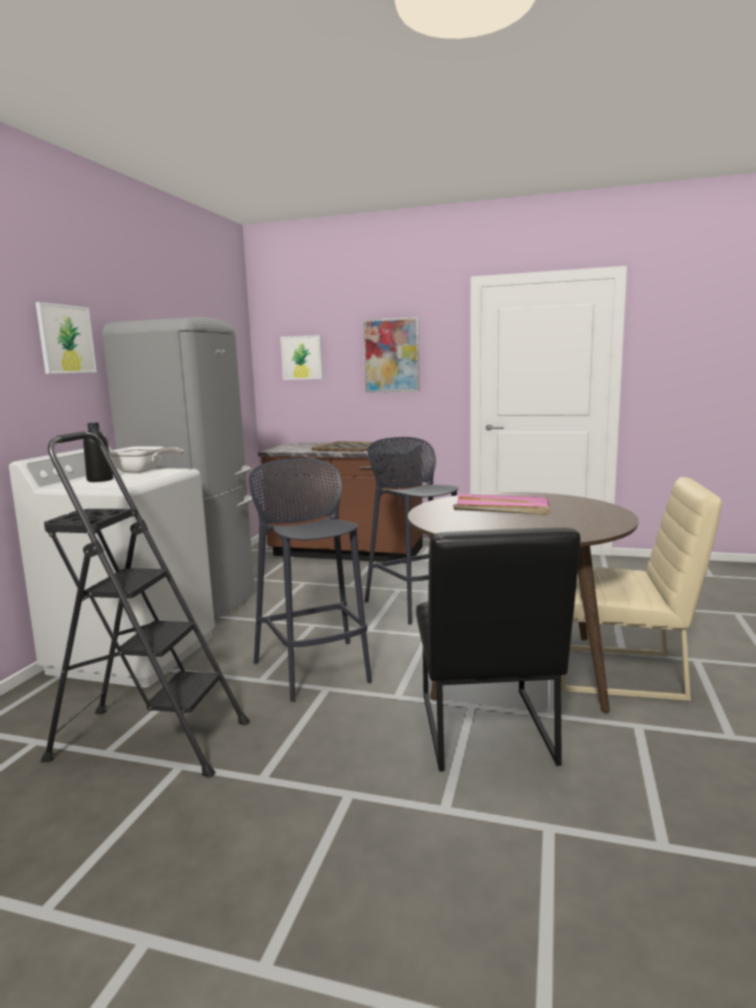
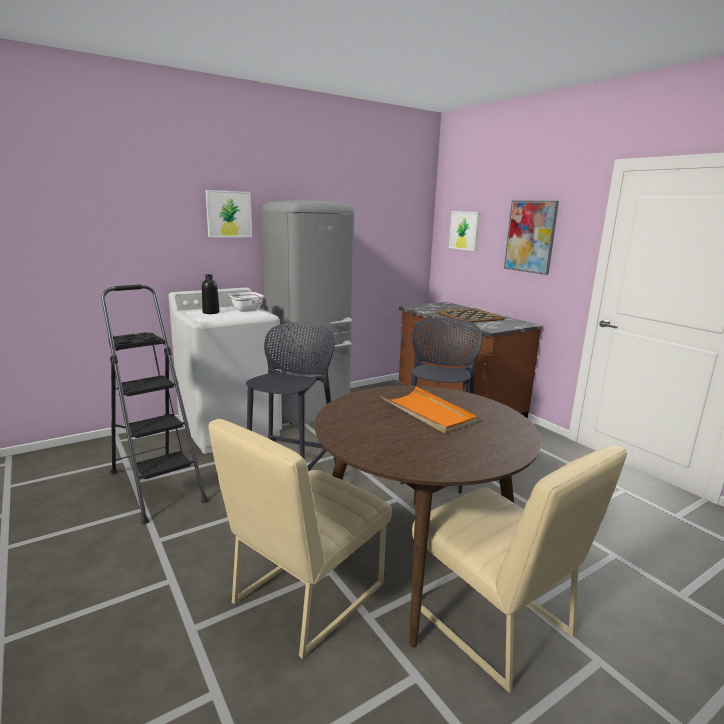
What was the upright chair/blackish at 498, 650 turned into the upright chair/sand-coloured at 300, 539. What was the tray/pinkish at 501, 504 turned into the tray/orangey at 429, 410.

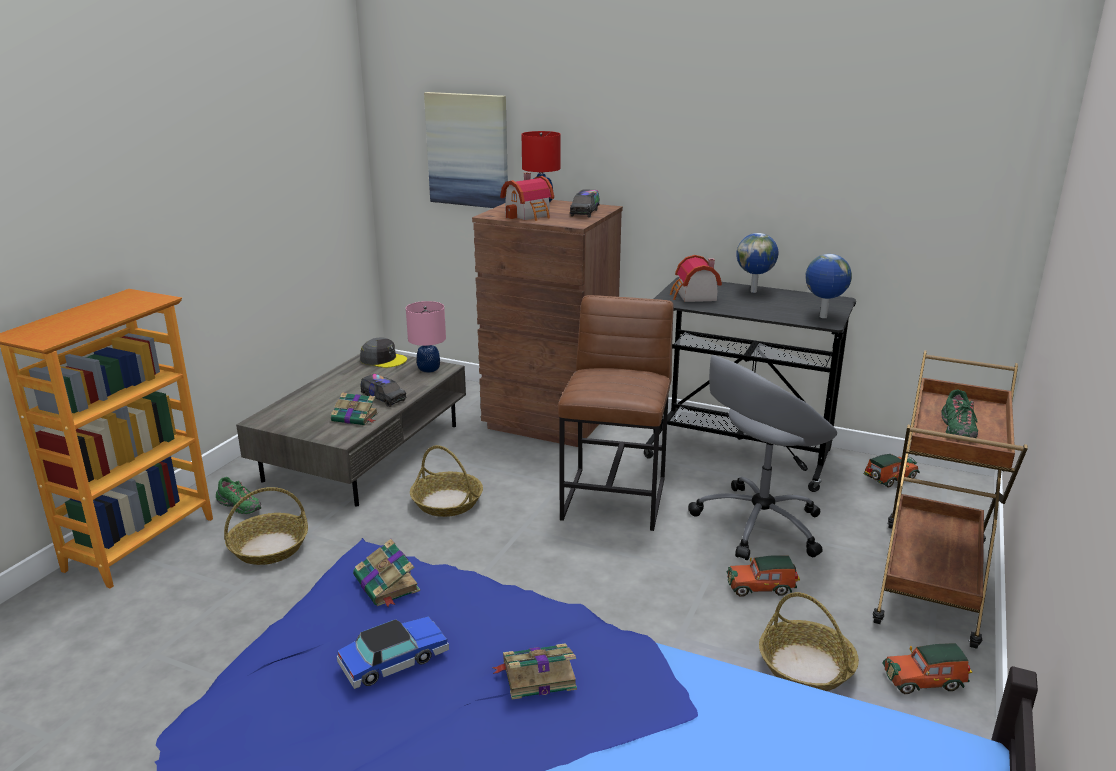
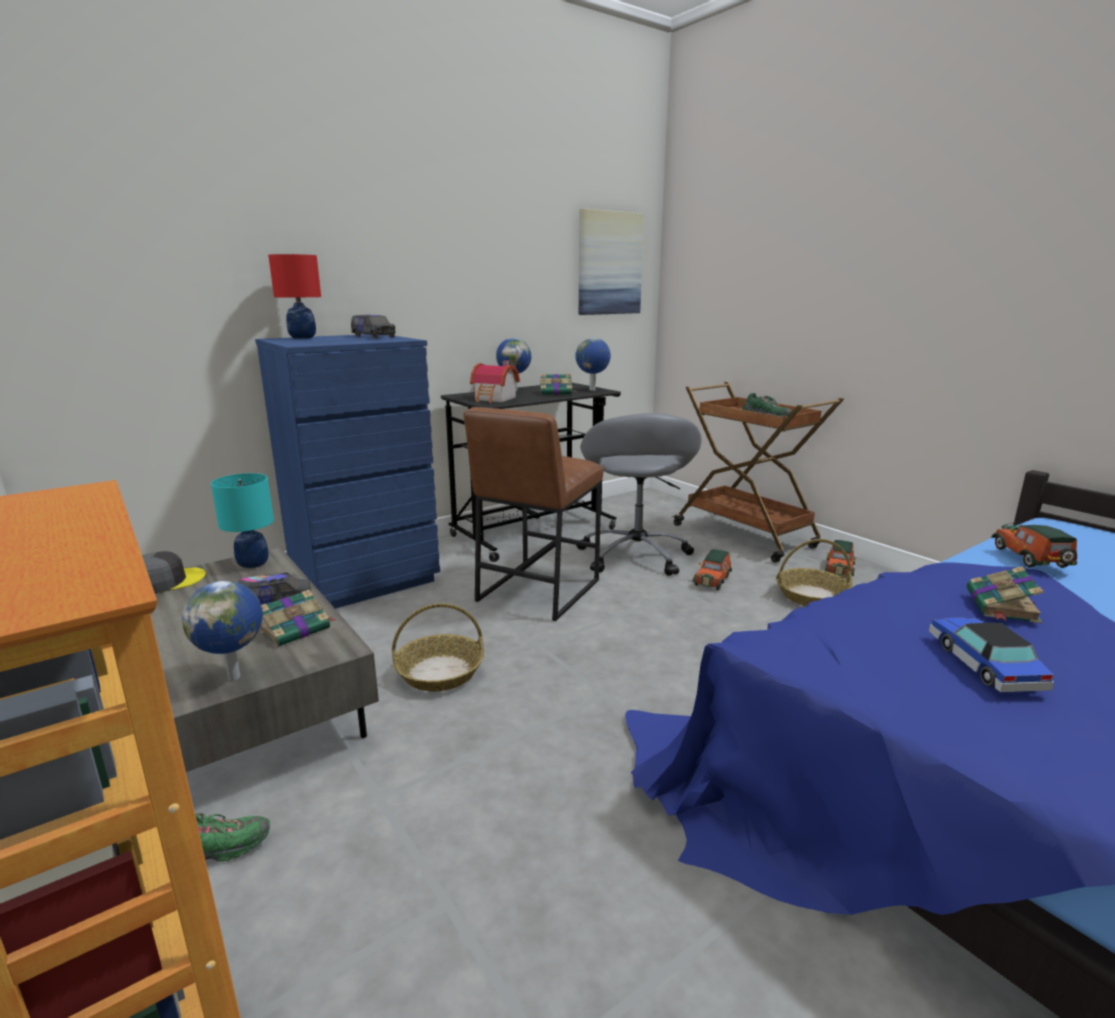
The second view gained the globe at 222, 631. What was the lamp for a table/pinkish at 426, 337 turned into the lamp for a table/turquoise at 242, 520. What was the dresser/brown-coloured at 547, 323 turned into the dresser/bluish at 347, 471. The upright chair/brown-coloured at 616, 413 ended up facing another way, 105 degrees counterclockwise from before. The book ended up elsewhere, having gone from 386, 573 to 559, 384. The wall picture ended up elsewhere, having gone from 466, 150 to 611, 262. The toy car ended up elsewhere, having gone from 892, 471 to 1034, 545. The second view lost the basket at 266, 526. The second view lost the model house at 527, 196.

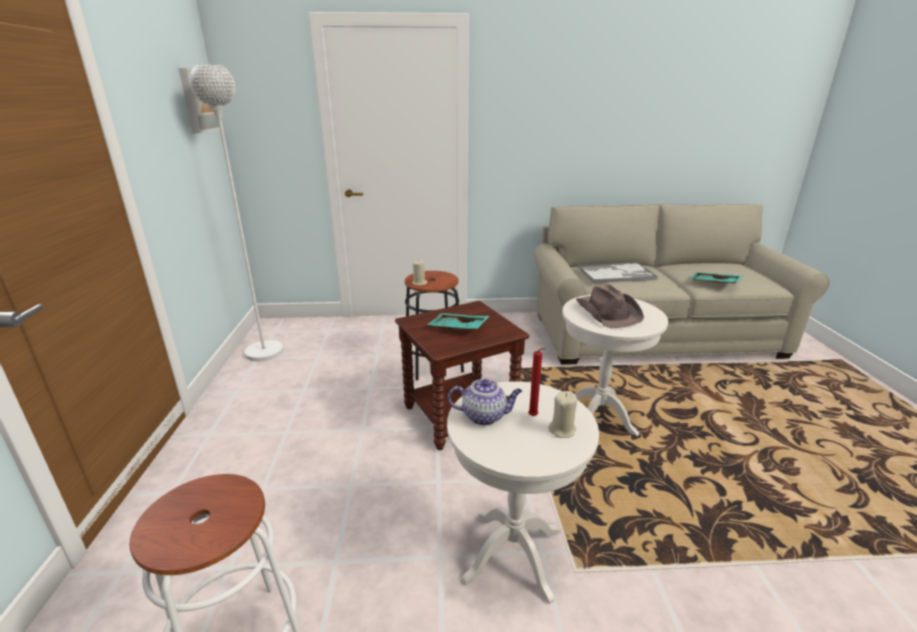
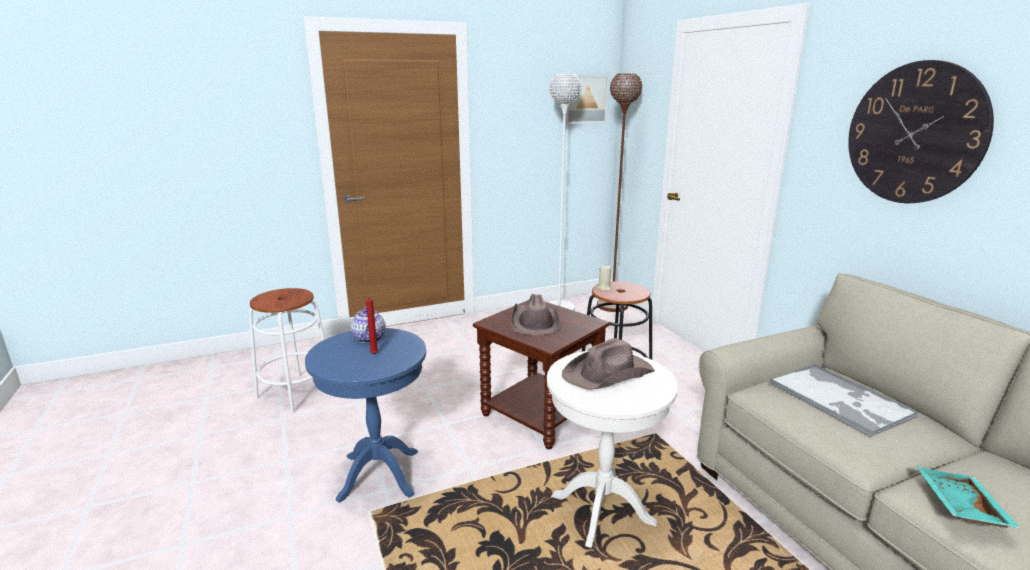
What was the accent table/white at 523, 492 turned into the accent table/bluish at 365, 415. Where the tray/turquoise stood at 458, 321, the hat/brown-coloured came to stand at 535, 314. The second view gained the standard lamp/brown-coloured at 619, 192. The second view gained the hanging clock at 921, 131. The second view lost the wax light/sand-coloured at 562, 414.

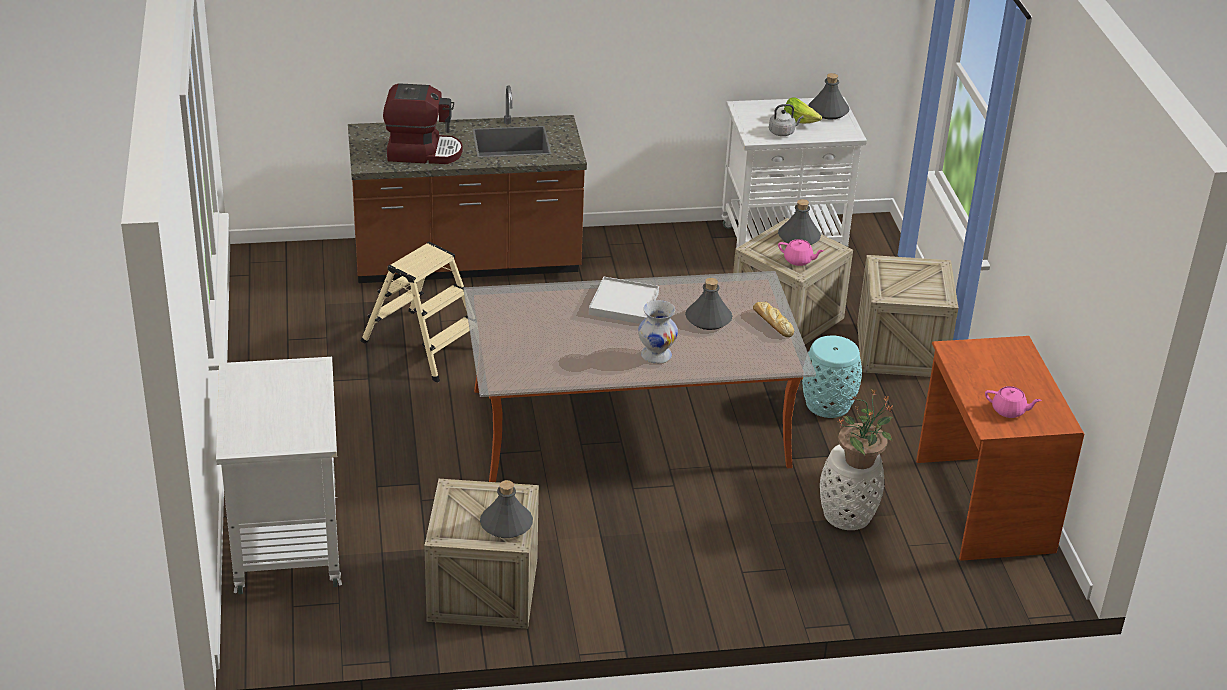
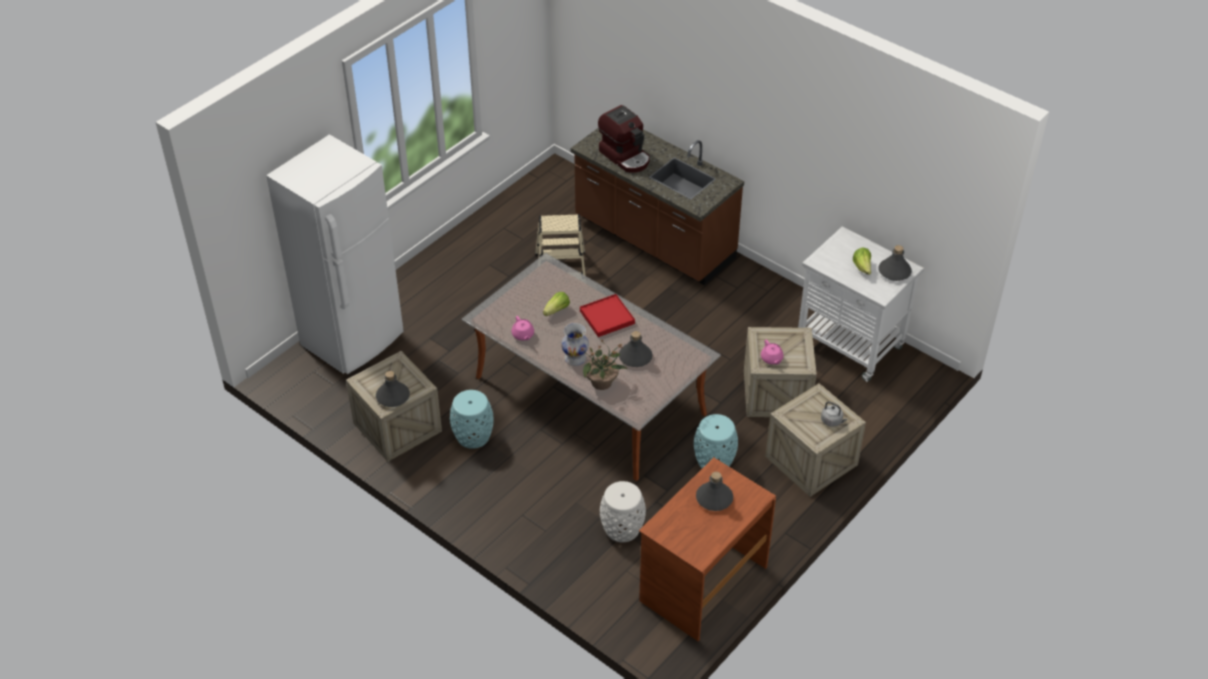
Where the cart/white stood at 279, 475, the fridge/white came to stand at 335, 254. The second view gained the stool/turquoise at 472, 419. The teapot/pinkish ended up elsewhere, having gone from 1013, 402 to 523, 328. The second view gained the lettuce at 556, 304. What was the tray/white at 624, 300 turned into the tray/reddish at 607, 315. The plant in a pot ended up elsewhere, having gone from 865, 429 to 603, 364. The drink bottle/gray ended up elsewhere, having gone from 799, 222 to 714, 491. The kettle/gray ended up elsewhere, having gone from 786, 120 to 834, 414. The second view lost the bakery bread at 773, 319.

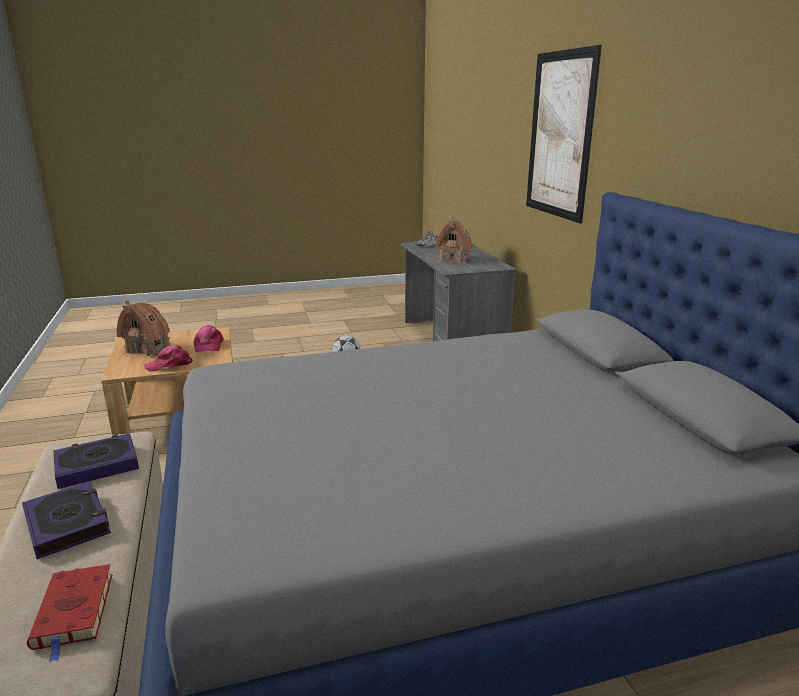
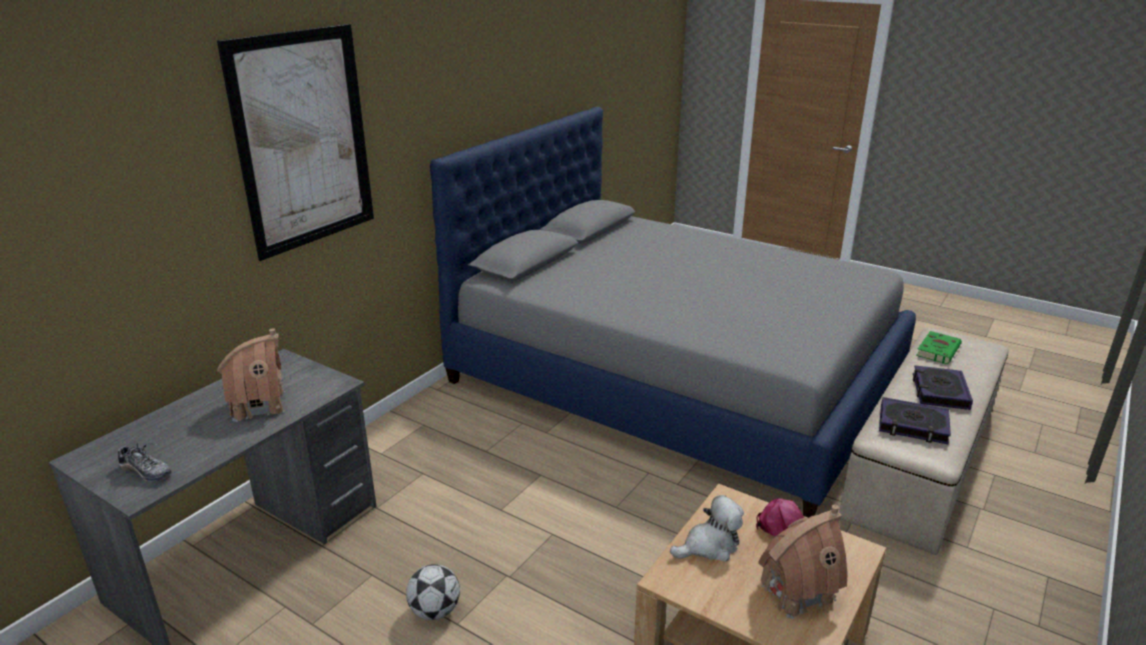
Where the baseball cap/pinkish stood at 208, 338, the cuddly toy came to stand at 707, 528. What was the book/reddish at 69, 613 turned into the book/green at 939, 347.

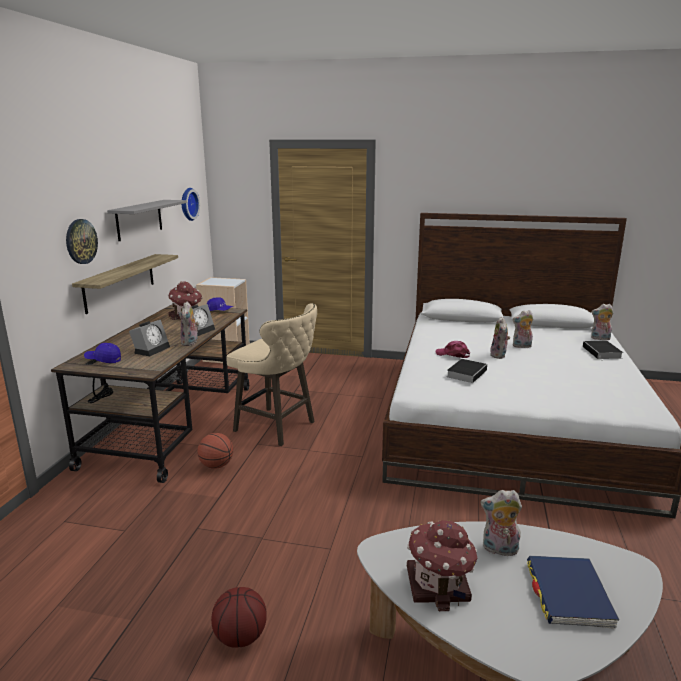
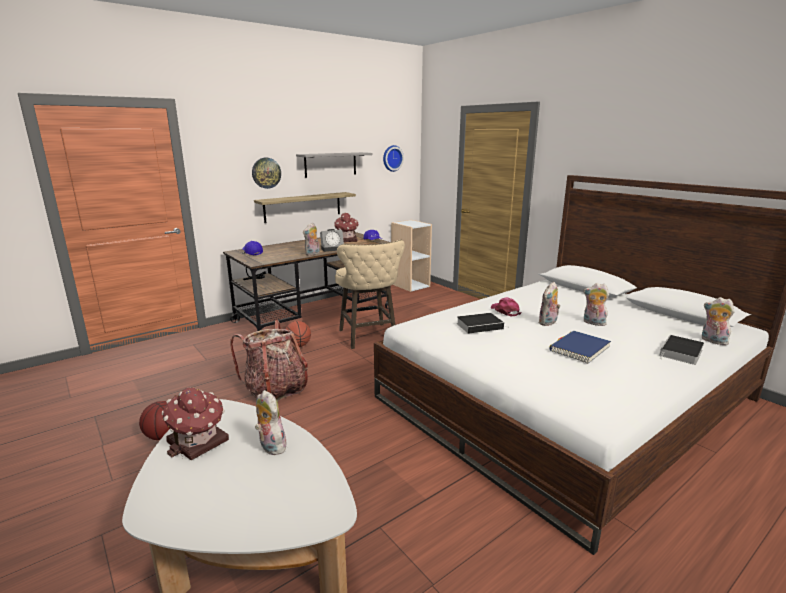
The second view gained the backpack at 269, 361. The book/bluish ended up elsewhere, having gone from 573, 592 to 580, 347. The second view lost the bedside clock at 149, 338.

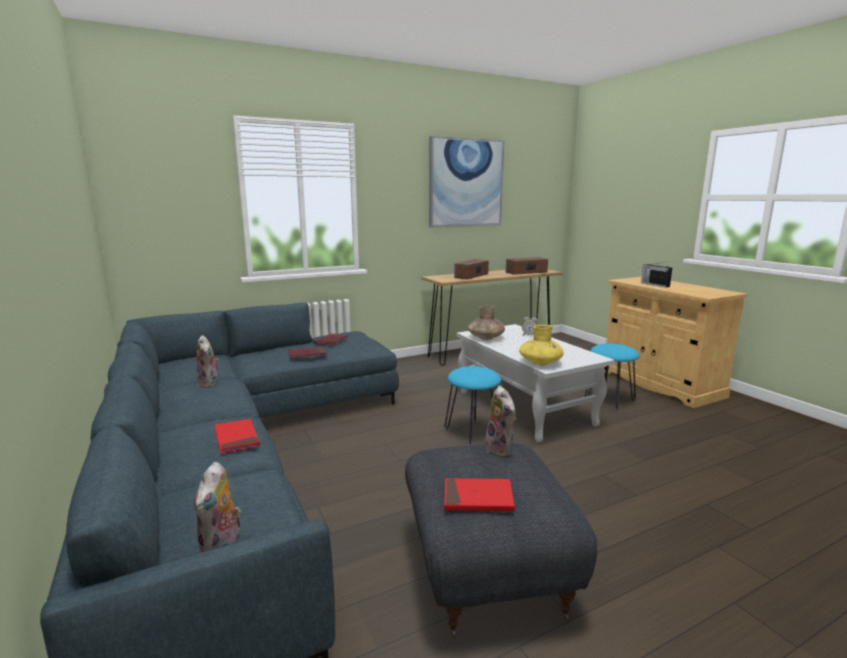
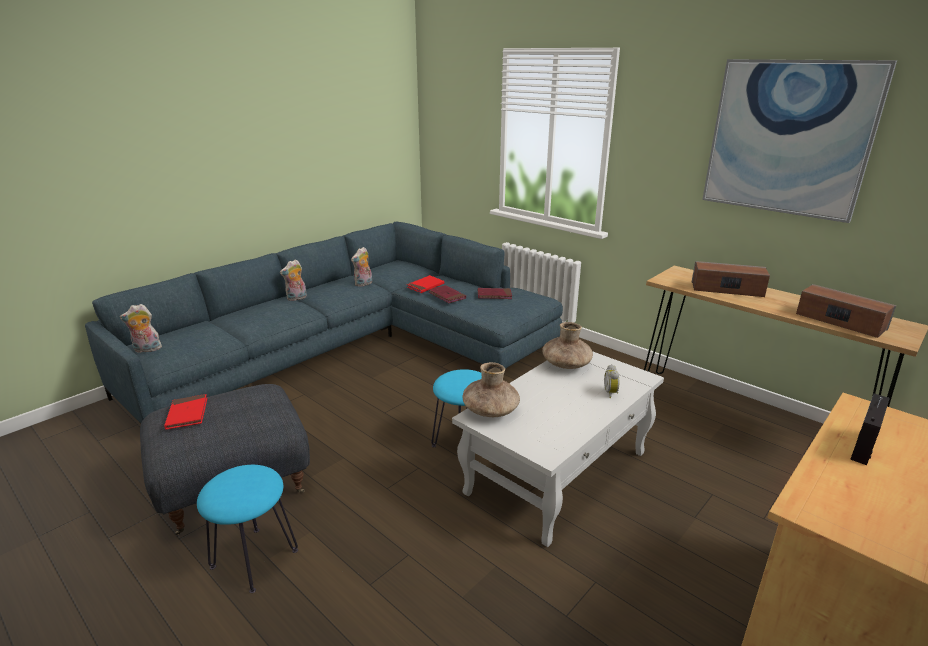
The stool/turquoise ended up elsewhere, having gone from 612, 376 to 247, 529. The cuddly toy ended up elsewhere, having gone from 500, 421 to 293, 280. The book/reddish ended up elsewhere, having gone from 237, 436 to 425, 284. What was the flower vase/yellow-coloured at 541, 345 turned into the flower vase/brown-coloured at 491, 389.

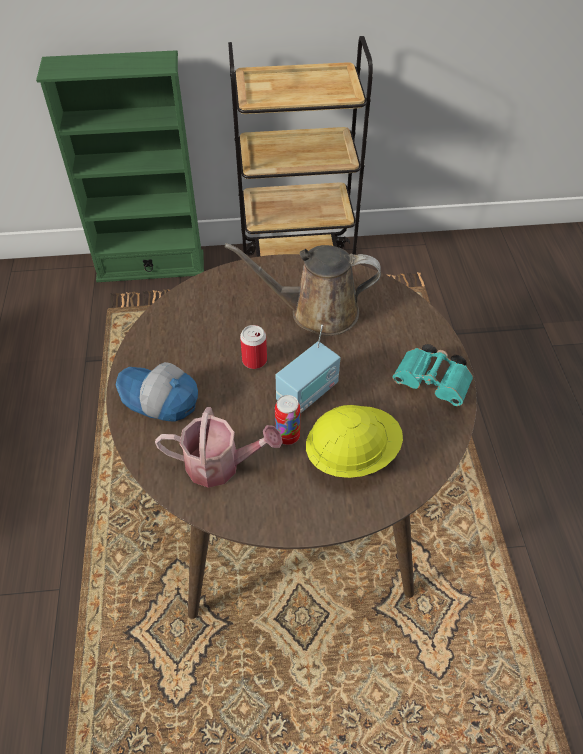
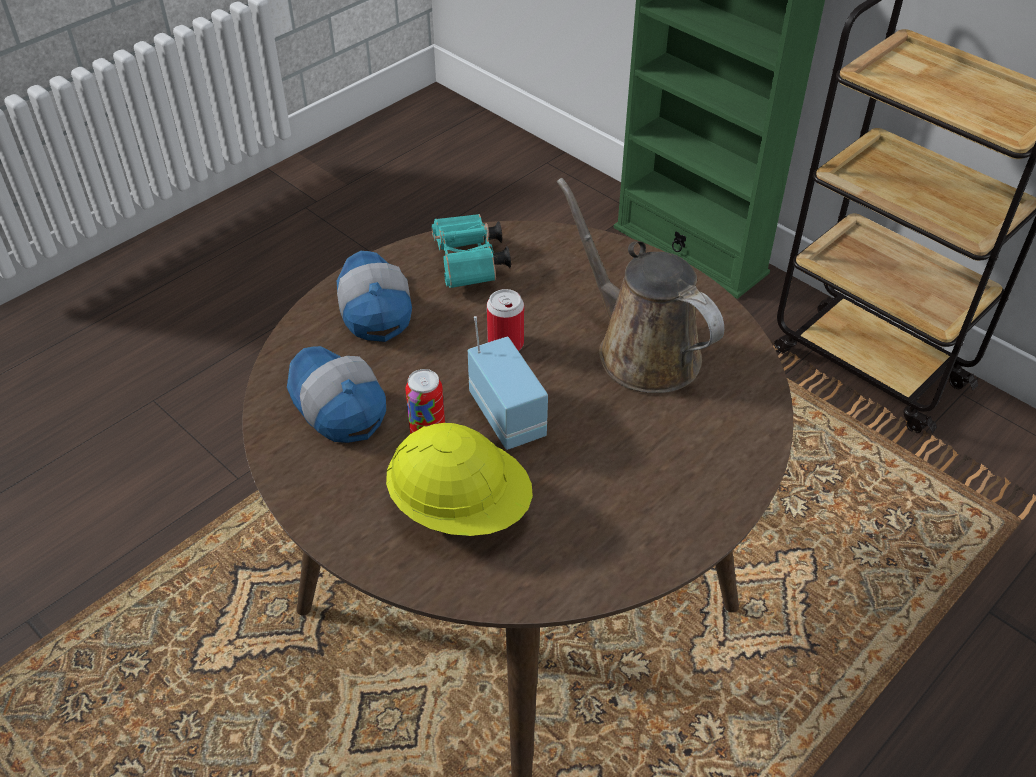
Where the sprinkling can stood at 219, 447, the baseball cap came to stand at 336, 394. The field glasses/turquoise ended up elsewhere, having gone from 432, 375 to 471, 251. The radio set at 308, 369 ended up facing another way, 120 degrees counterclockwise from before.

